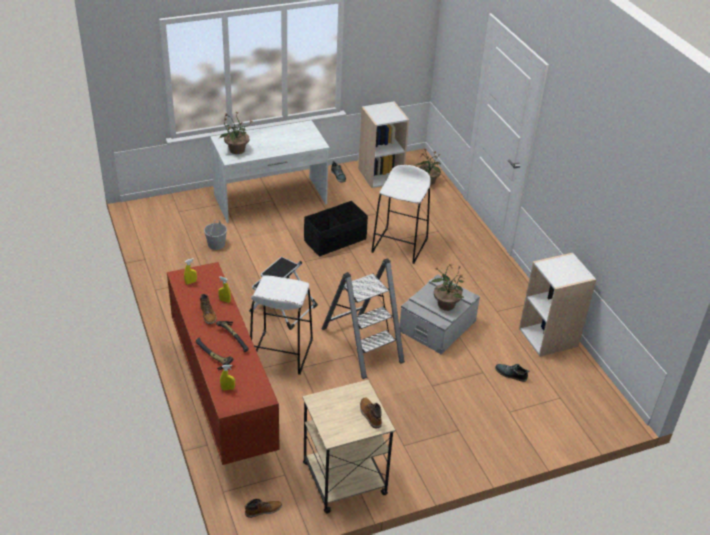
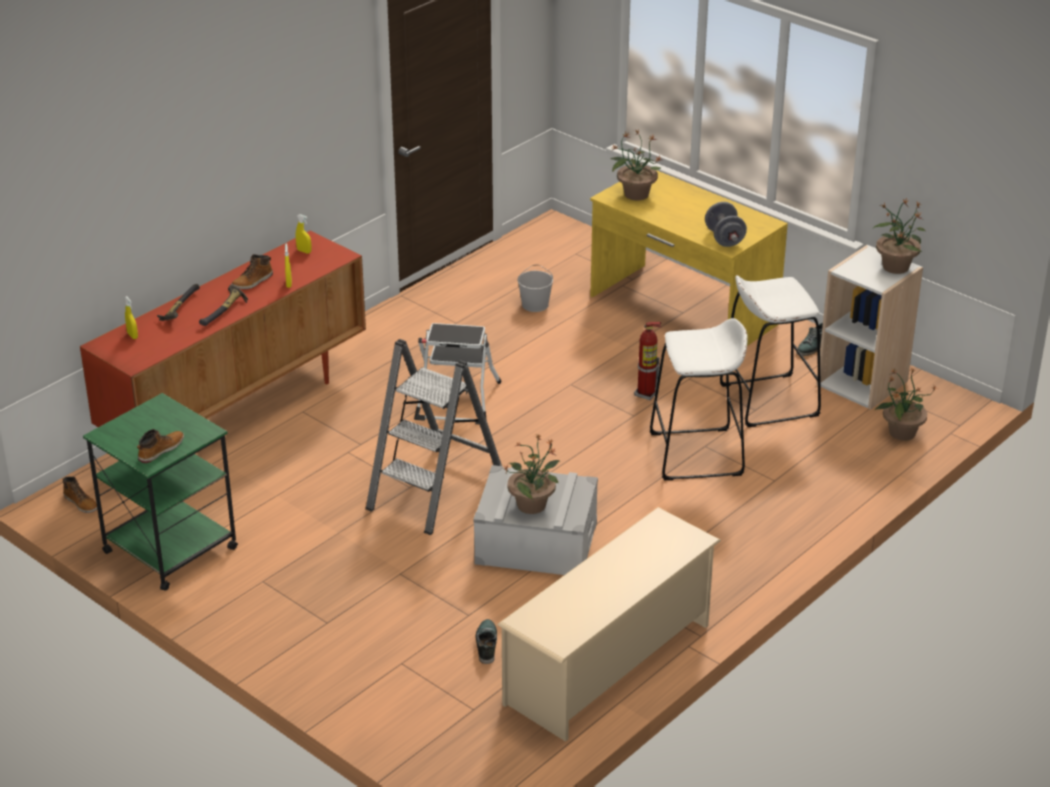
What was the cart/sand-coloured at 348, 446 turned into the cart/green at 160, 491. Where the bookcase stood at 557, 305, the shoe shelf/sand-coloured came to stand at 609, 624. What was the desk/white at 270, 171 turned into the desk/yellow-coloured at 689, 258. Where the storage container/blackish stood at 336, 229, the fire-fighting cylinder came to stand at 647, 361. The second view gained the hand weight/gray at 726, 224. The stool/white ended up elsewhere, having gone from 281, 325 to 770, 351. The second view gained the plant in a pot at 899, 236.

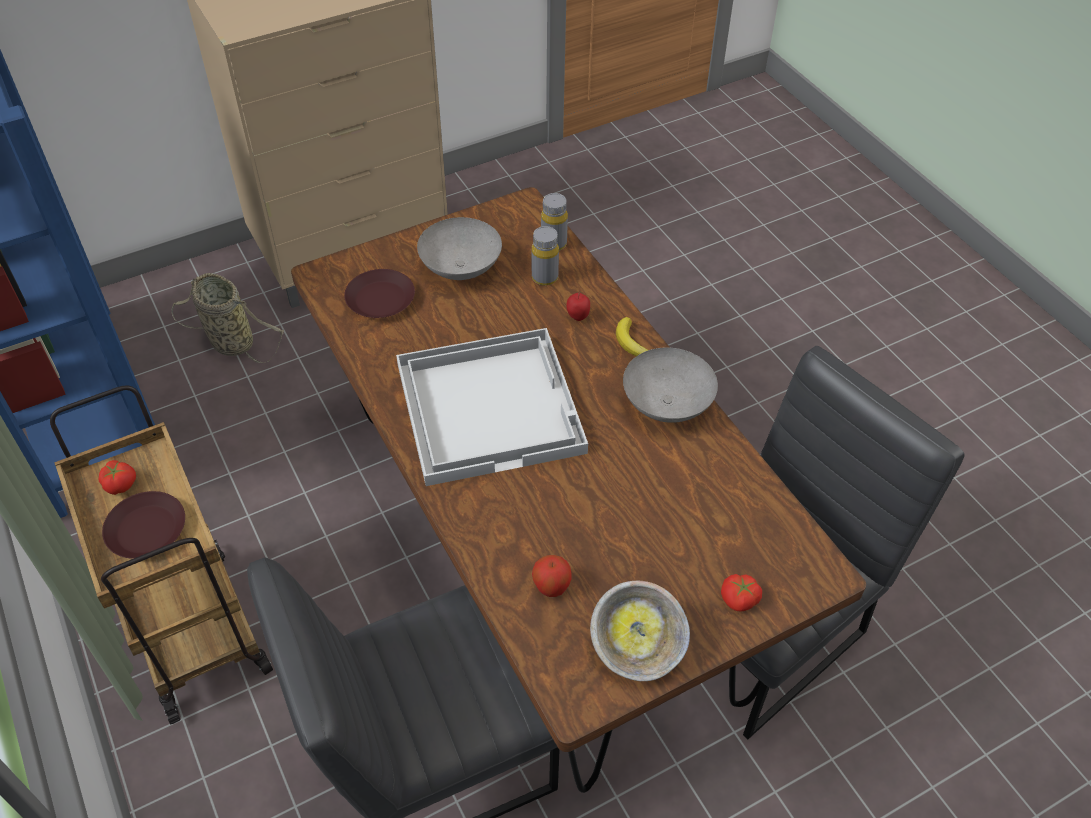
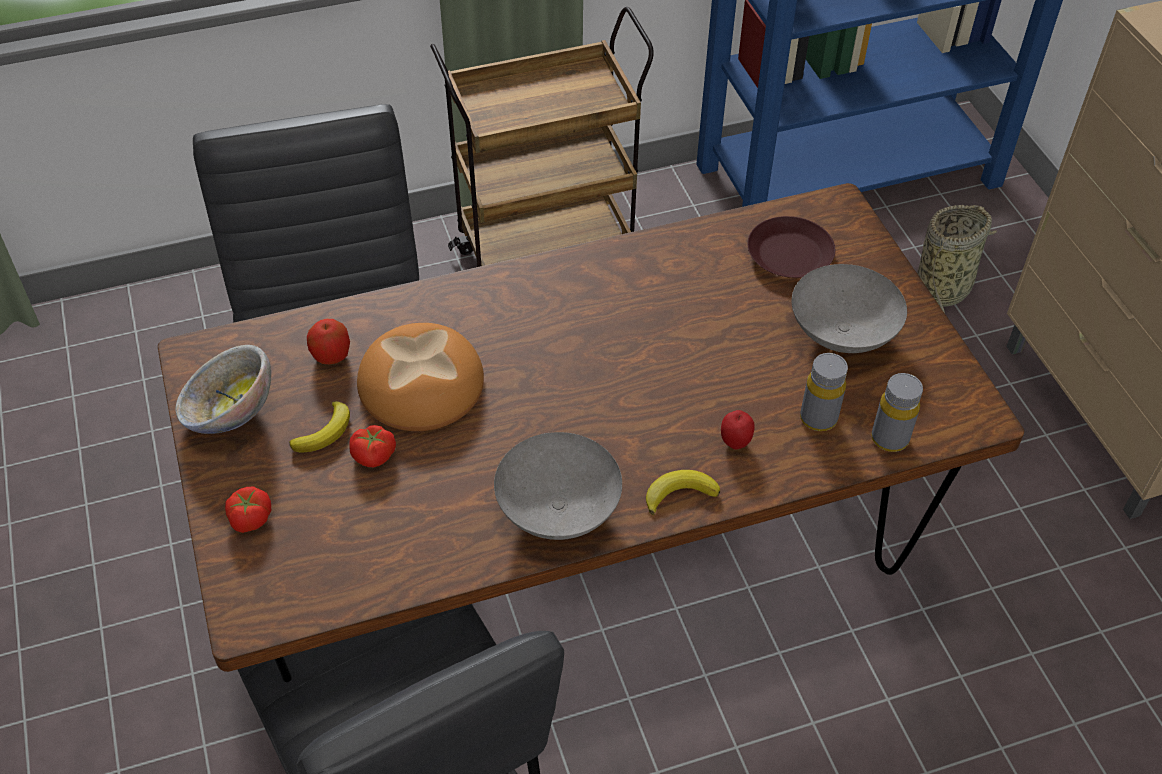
The second view gained the whole banana at 319, 426. The tomato ended up elsewhere, having gone from 117, 477 to 372, 446. The second view gained the bakery bread at 420, 377. The second view lost the plate/brown-coloured at 143, 525. The second view lost the tray/white at 492, 407.

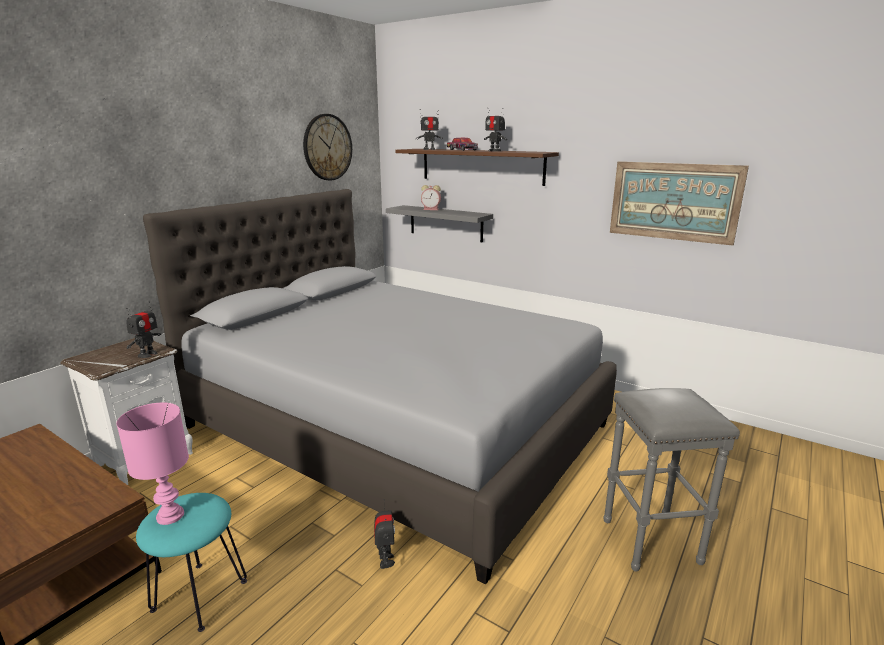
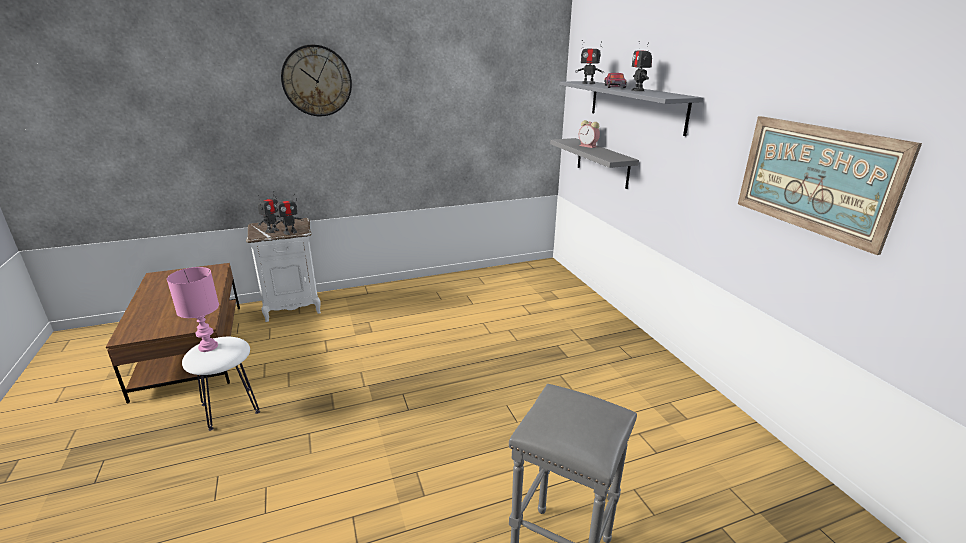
What was the stool/turquoise at 191, 562 turned into the stool/white at 221, 384. The robot figure ended up elsewhere, having gone from 384, 534 to 269, 212. The hanging clock ended up elsewhere, having gone from 327, 147 to 316, 80. What was the bracket shelf/brown-coloured at 477, 167 turned into the bracket shelf/gray at 632, 108. The second view lost the sleeping bed/gray at 380, 387.

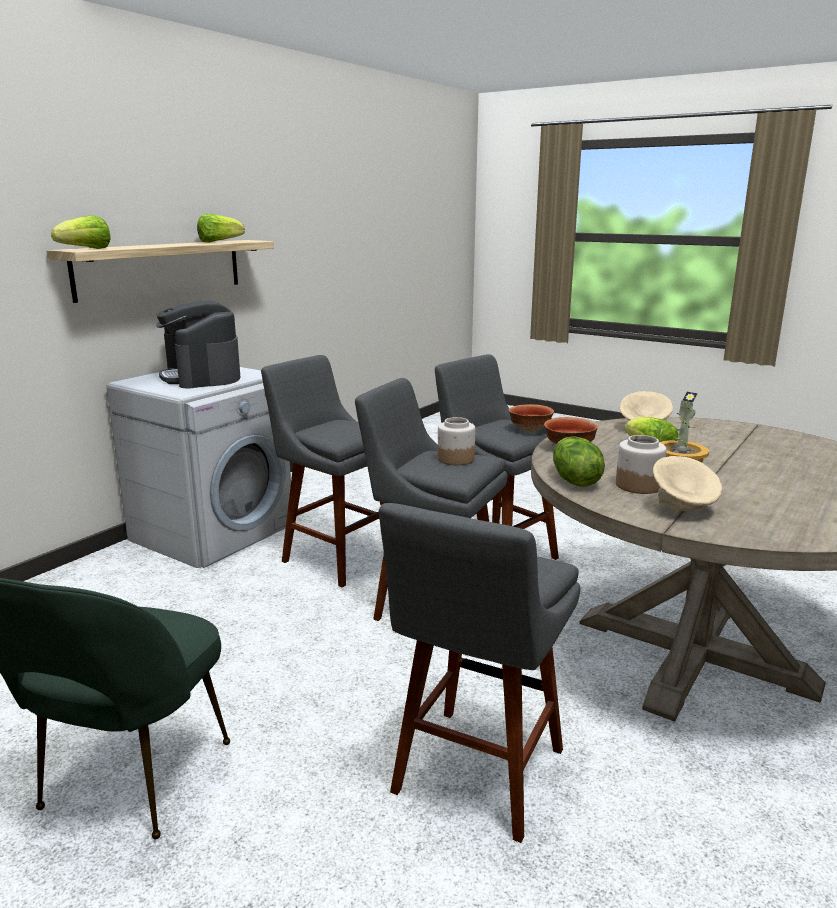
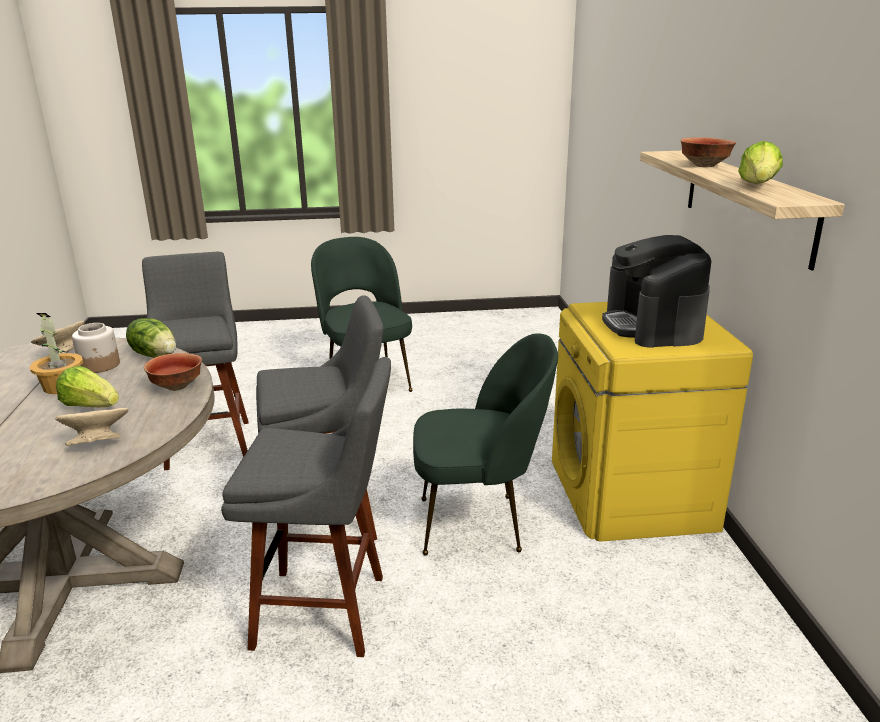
Where the stool/gray stood at 322, 471, the upright chair/green came to stand at 485, 444. What was the laundry appliance/white at 198, 467 turned into the laundry appliance/yellow-coloured at 652, 422. The coffee brewer at 198, 344 ended up facing another way, 120 degrees counterclockwise from before. The bowl ended up elsewhere, having gone from 531, 418 to 708, 152. The second view lost the lettuce at 80, 232. The second view lost the jar at 456, 441.

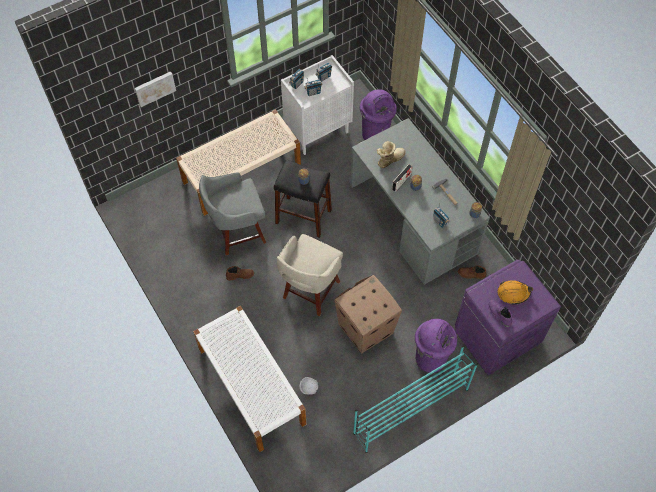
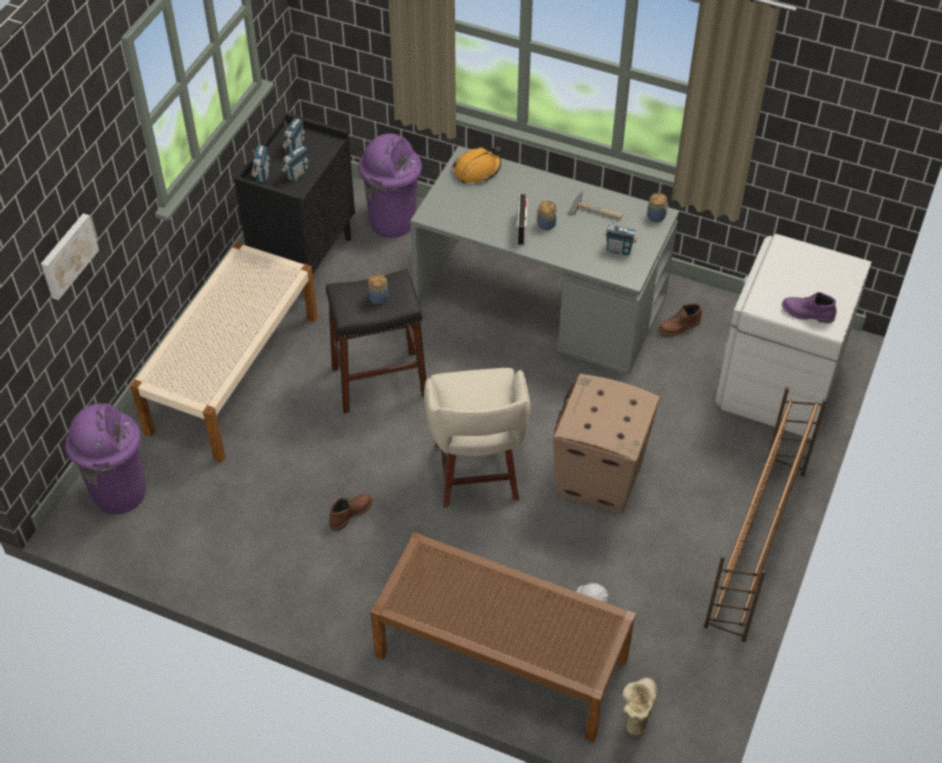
The rubbish bin/purple ended up elsewhere, having gone from 436, 346 to 105, 458. What was the cupboard/white at 317, 105 turned into the cupboard/blackish at 294, 195. What was the bench/white at 249, 379 turned into the bench/brown-coloured at 503, 637. The hard hat/orangey ended up elsewhere, having gone from 515, 292 to 477, 165. The high-top boot ended up elsewhere, having gone from 391, 154 to 639, 707. What was the shoe shelf/turquoise at 415, 399 turned into the shoe shelf/brown-coloured at 765, 514. What was the laundry appliance/purple at 508, 318 turned into the laundry appliance/white at 793, 336. The second view lost the stool/gray at 232, 214.

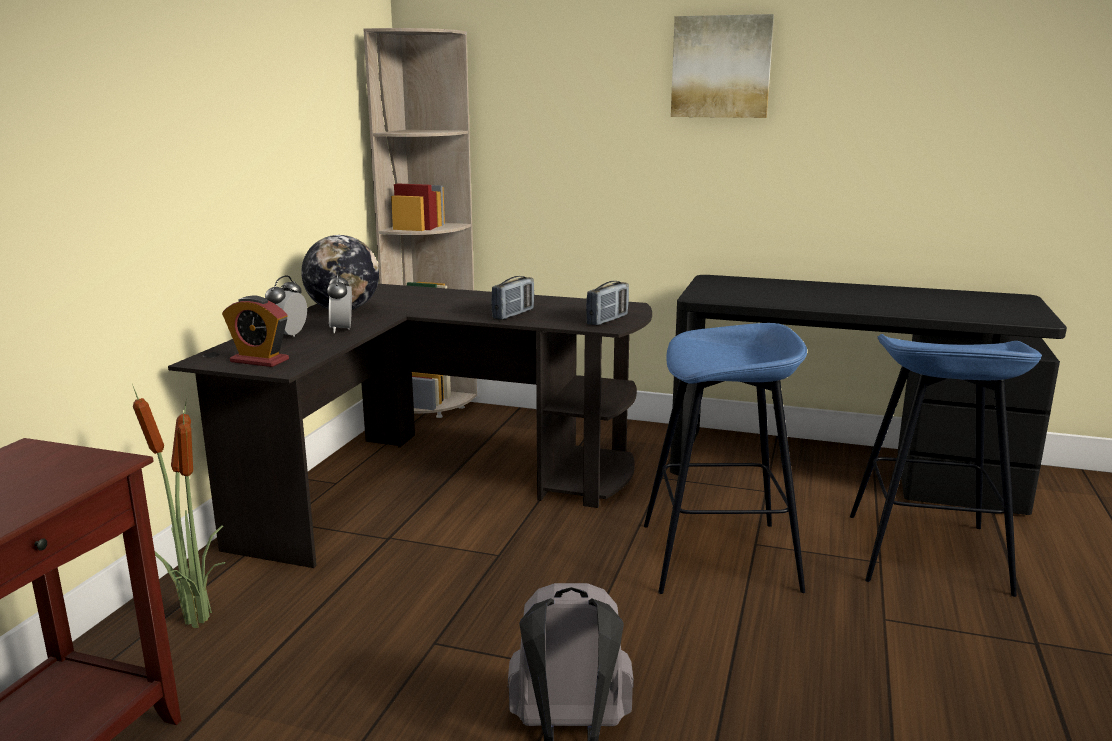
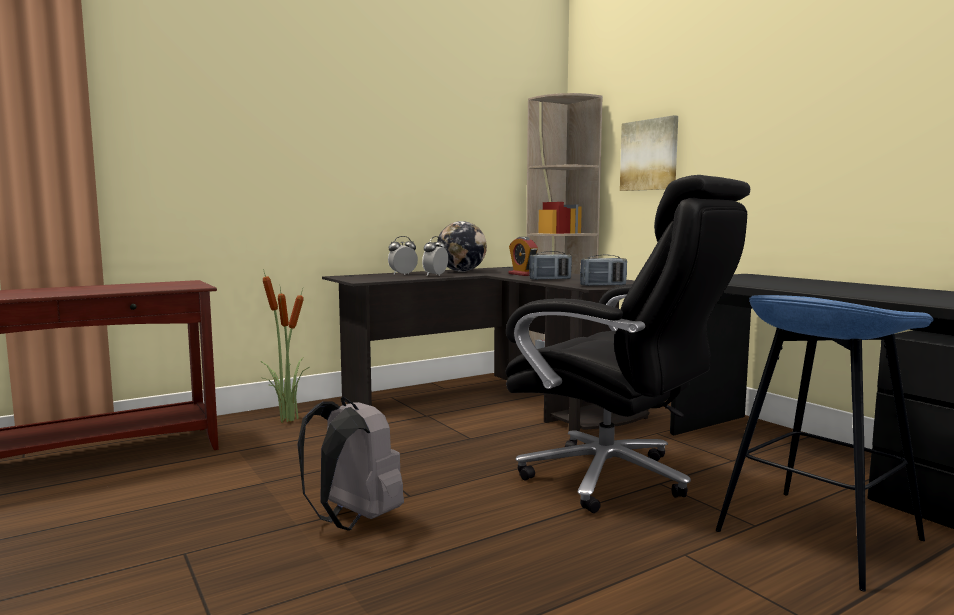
Where the stool/bluish stood at 725, 458, the desk chair/blackish came to stand at 627, 344. The bedside clock ended up elsewhere, having gone from 255, 331 to 523, 256. The wall picture ended up elsewhere, having gone from 722, 66 to 649, 153.

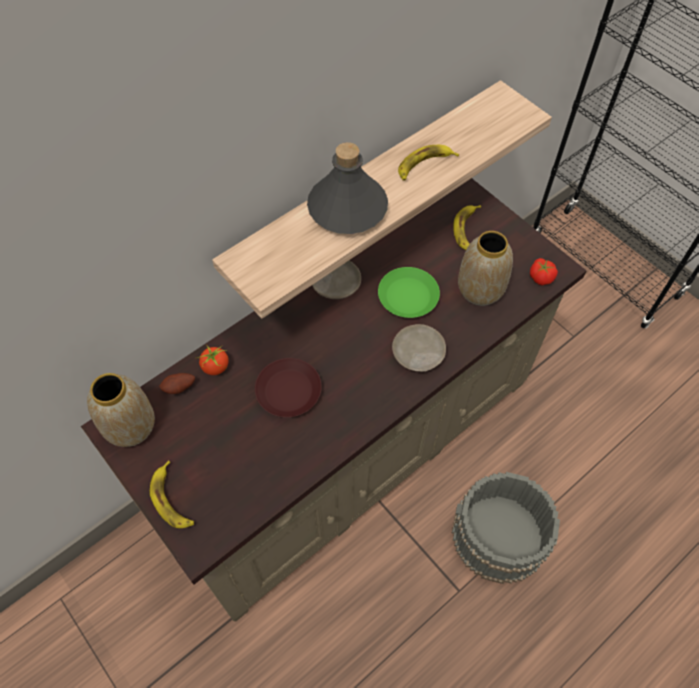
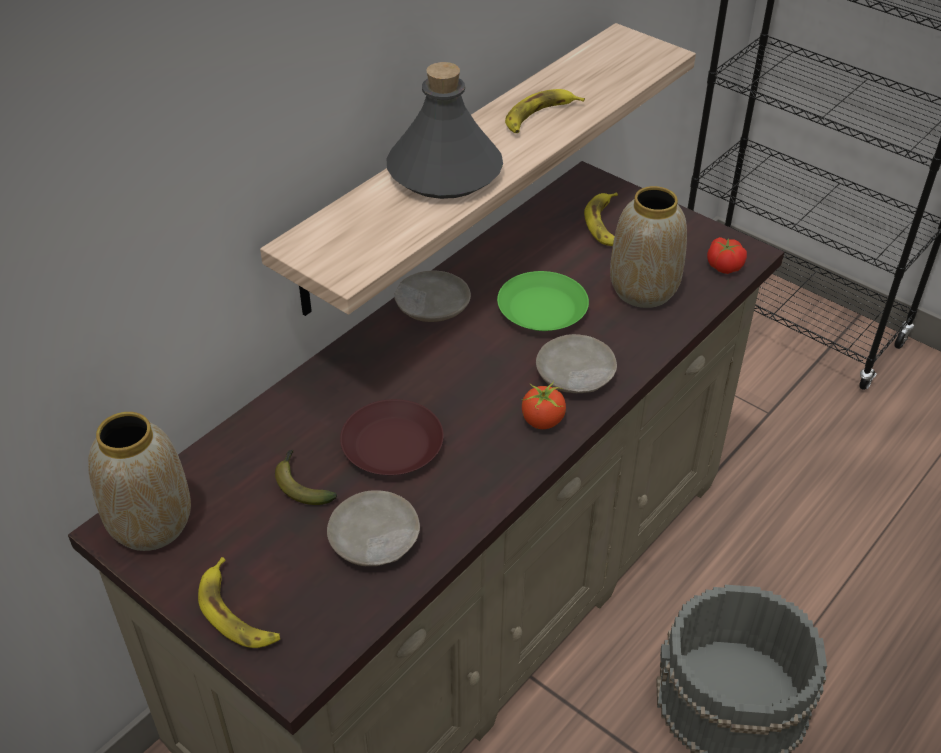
The second view gained the whole banana at 306, 477. The second view gained the plate/sand-coloured at 373, 528. The tomato ended up elsewhere, having gone from 213, 360 to 544, 405. The second view lost the whole potato at 177, 383.

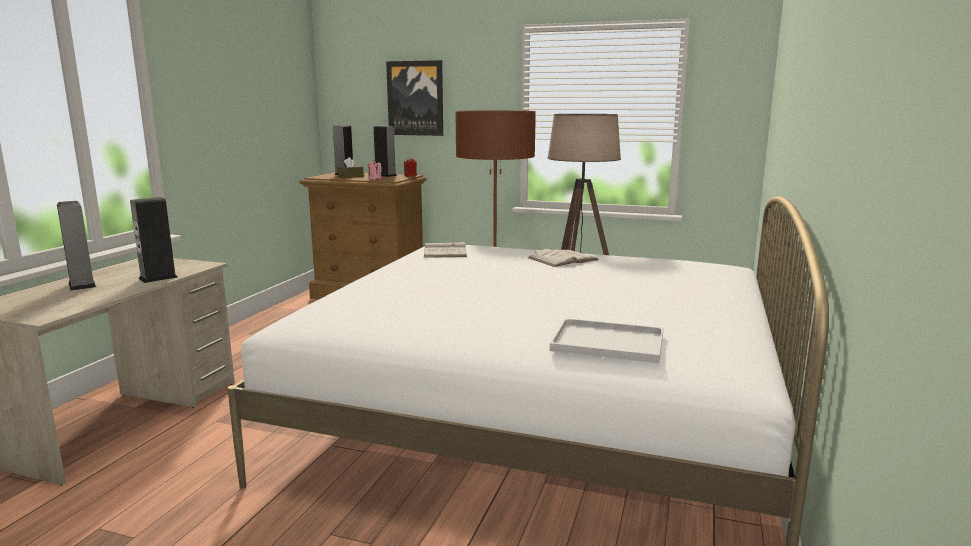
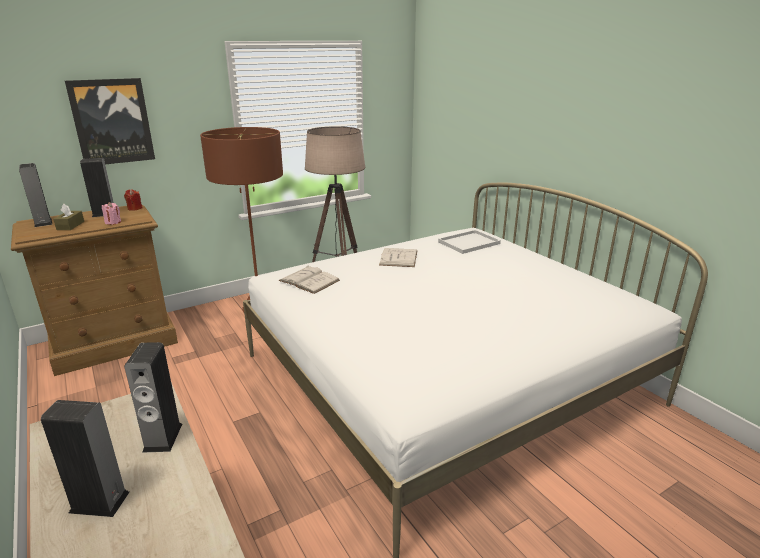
The tray/white ended up elsewhere, having gone from 606, 340 to 469, 242.

